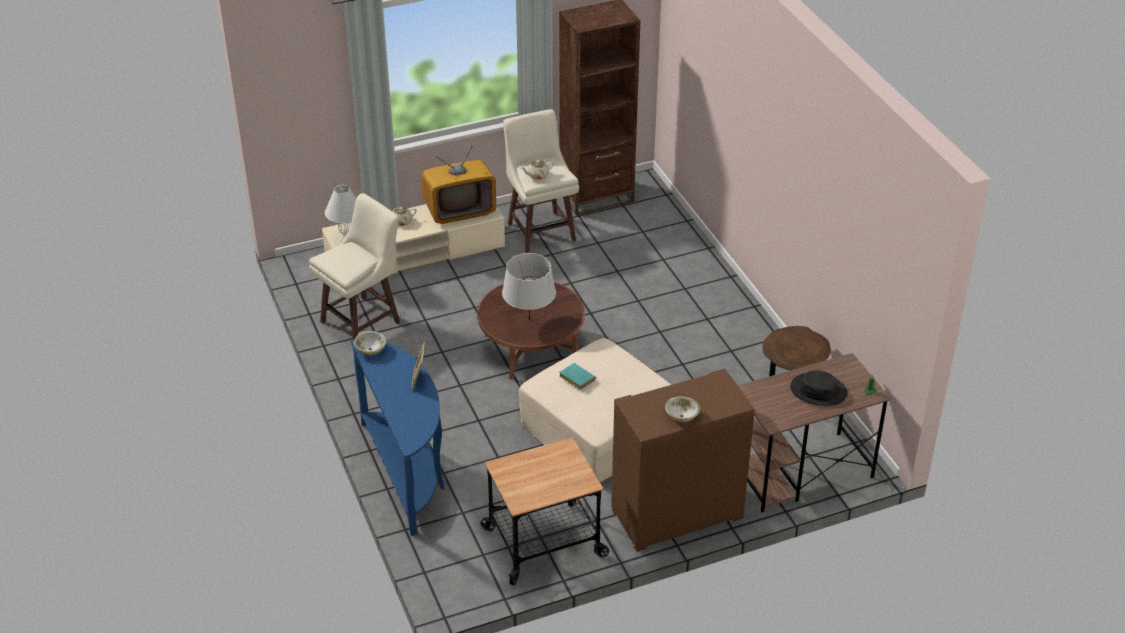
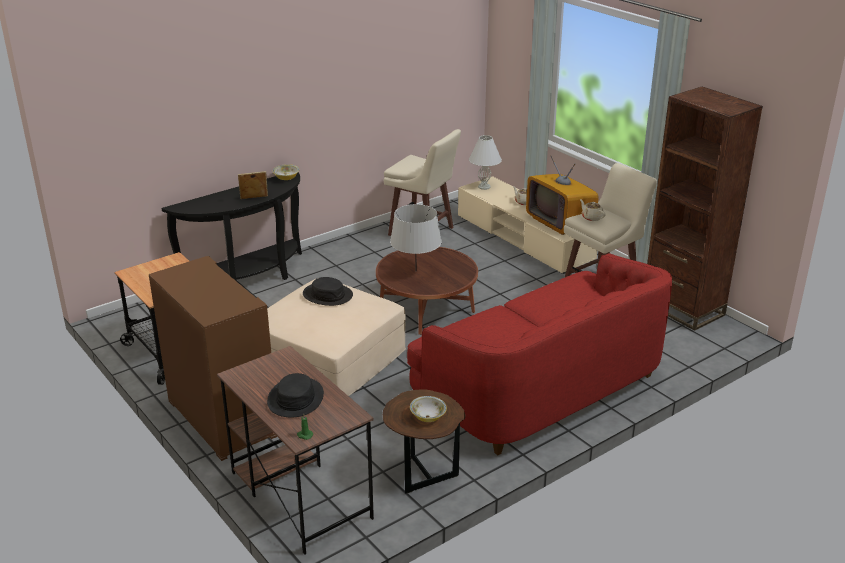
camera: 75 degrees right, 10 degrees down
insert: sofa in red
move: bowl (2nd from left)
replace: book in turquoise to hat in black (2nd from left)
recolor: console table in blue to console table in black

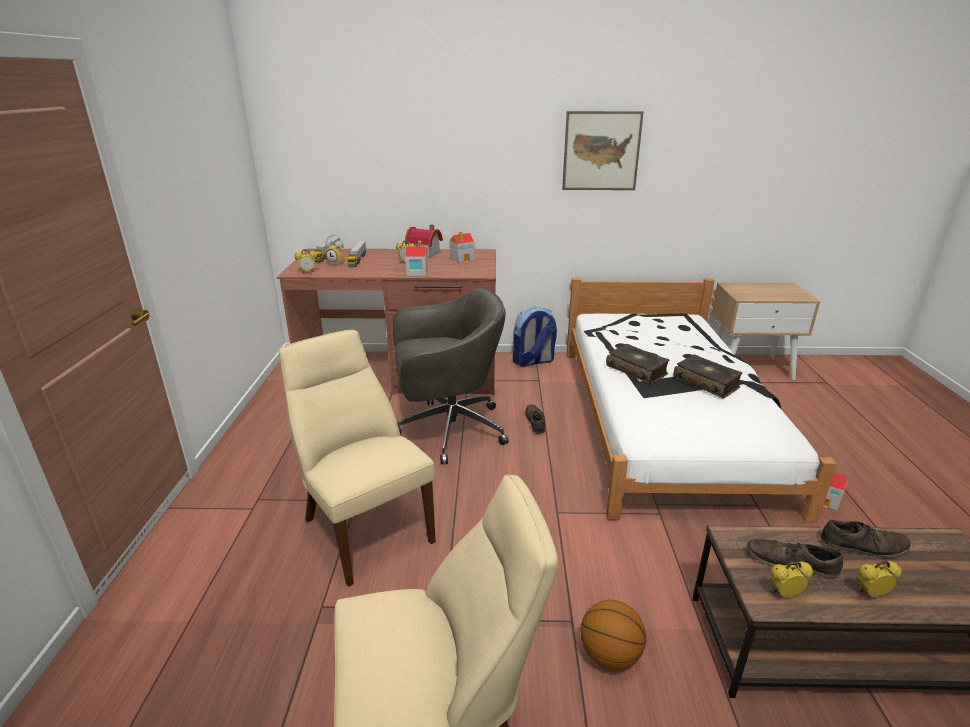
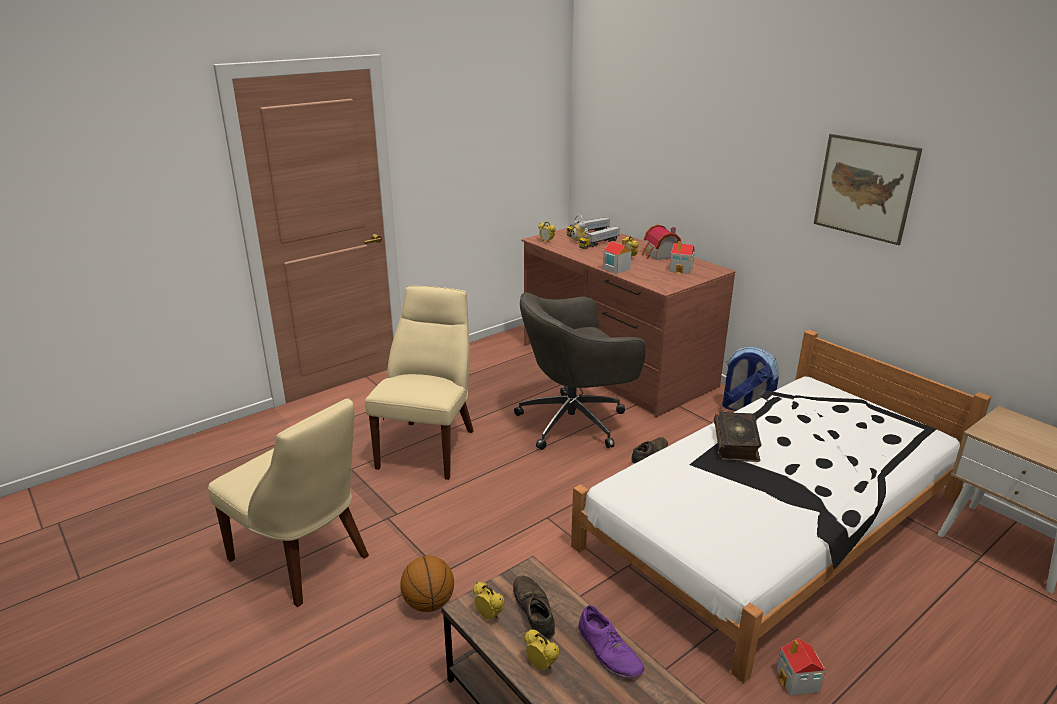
camera: 50 degrees right, 0 degrees up
delete: book (2nd from left)
recolor: shoe in brown (3rd from left) to shoe in purple
rotate: office chair in grey 120 degrees clockwise

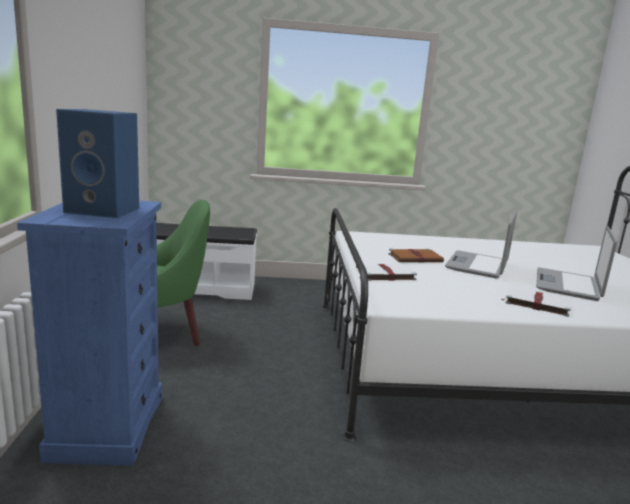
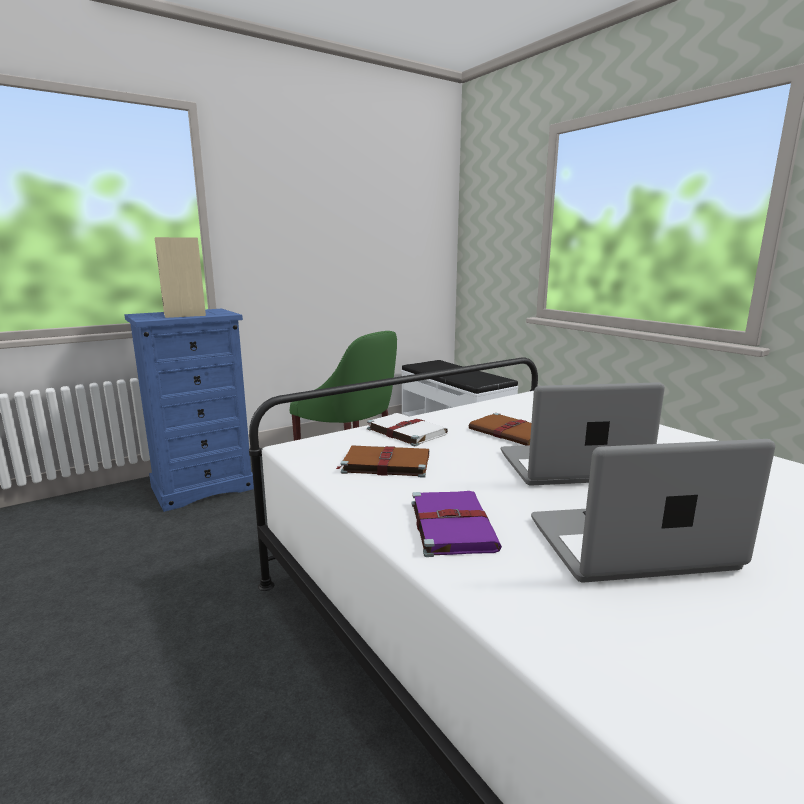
camera: 60 degrees right, 0 degrees up
insert: book in brown (1st from left)
recolor: speaker in blue to speaker in beige; book in white (2nd from left) to book in purple

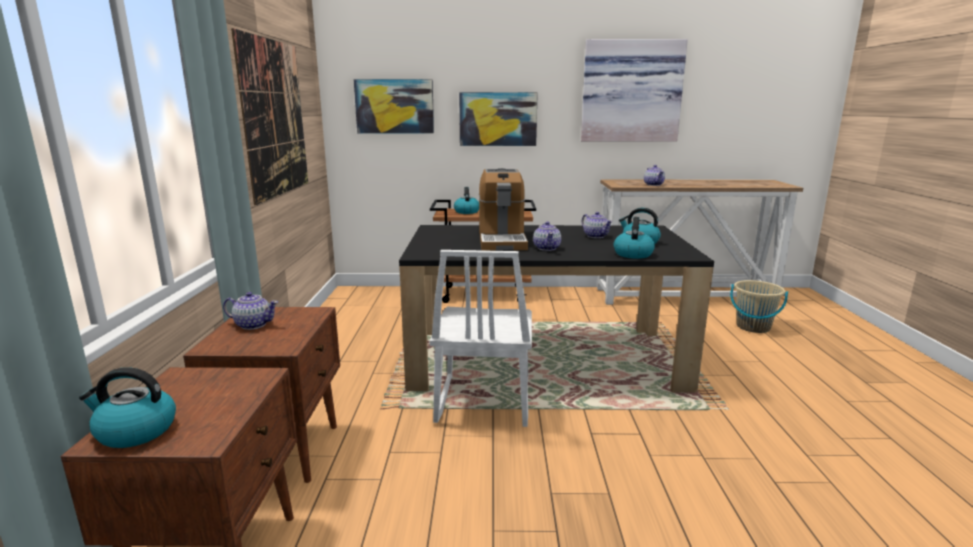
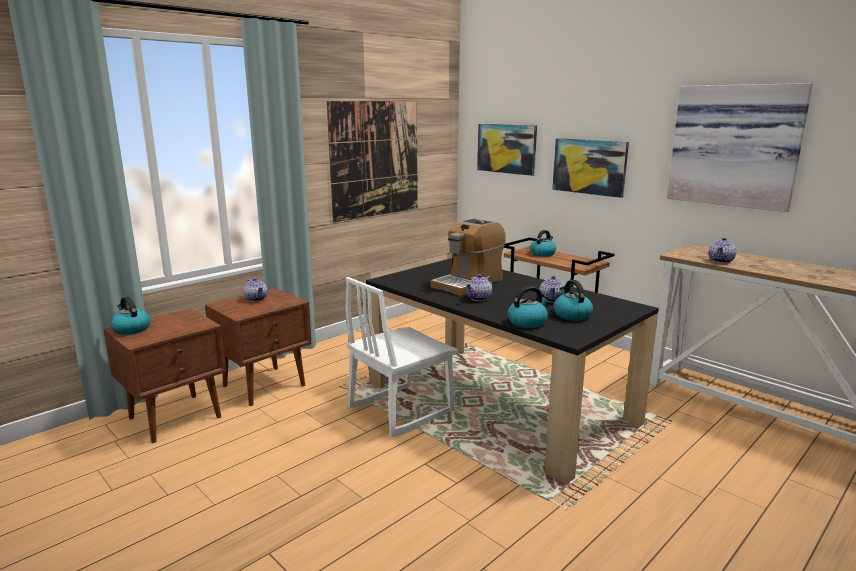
camera: 45 degrees right, 0 degrees up
delete: bucket in beige

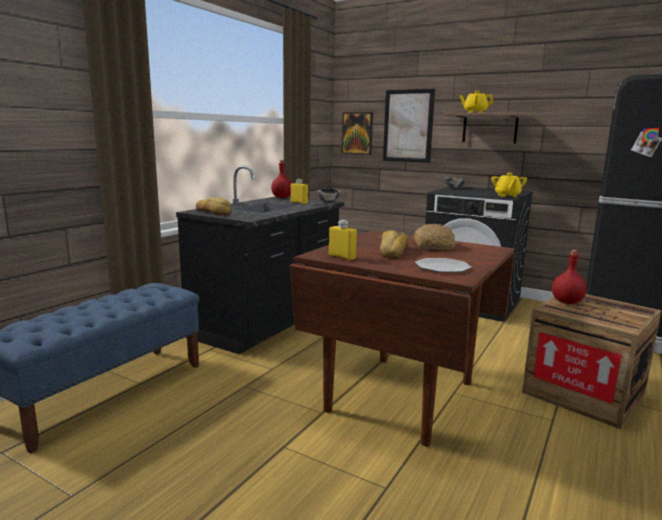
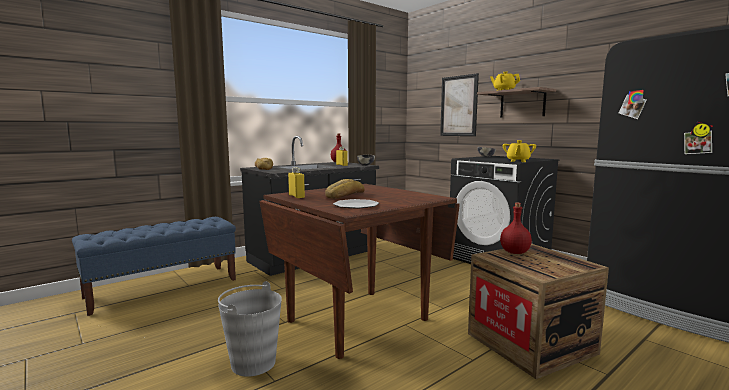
camera: 20 degrees right, 5 degrees down
delete: picture (1st from left); bread (3rd from left)
insert: bucket in grey

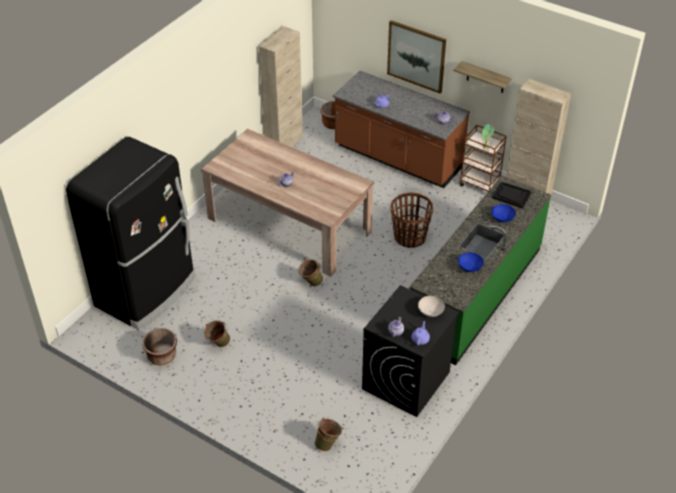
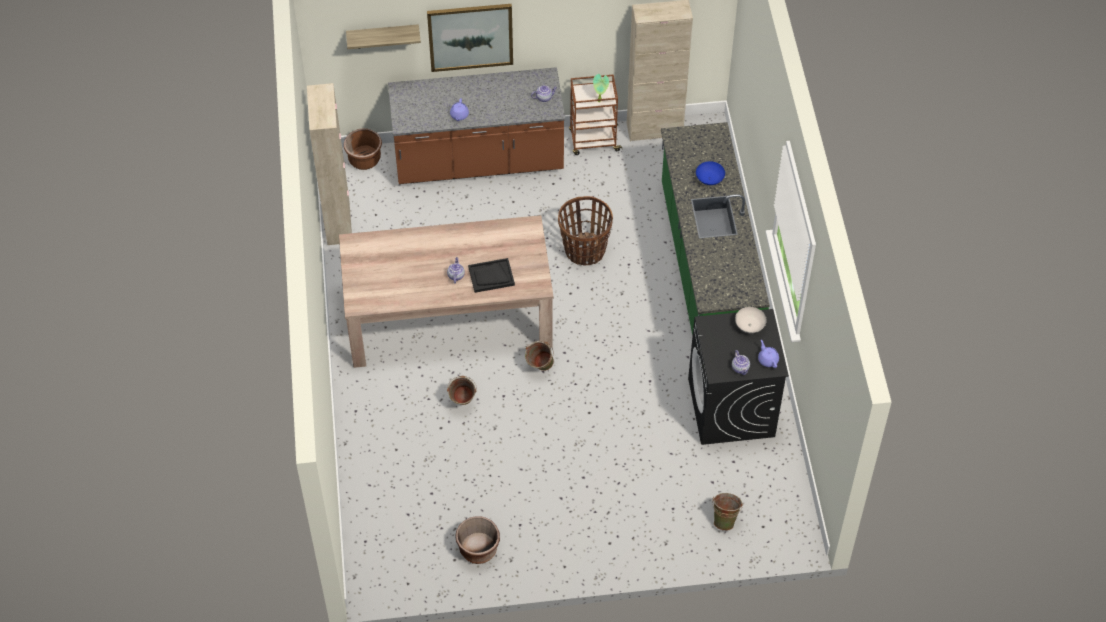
camera: 40 degrees left, 10 degrees up
delete: fridge in black; bowl in blue (1st from left)
move: bucket in green (1st from left); shelf; tray in black

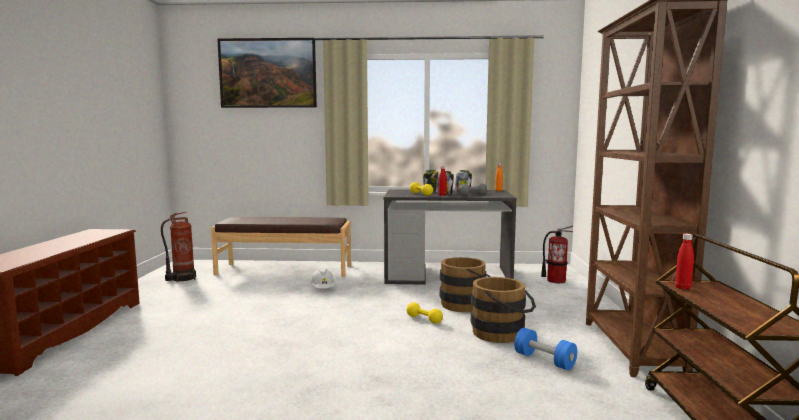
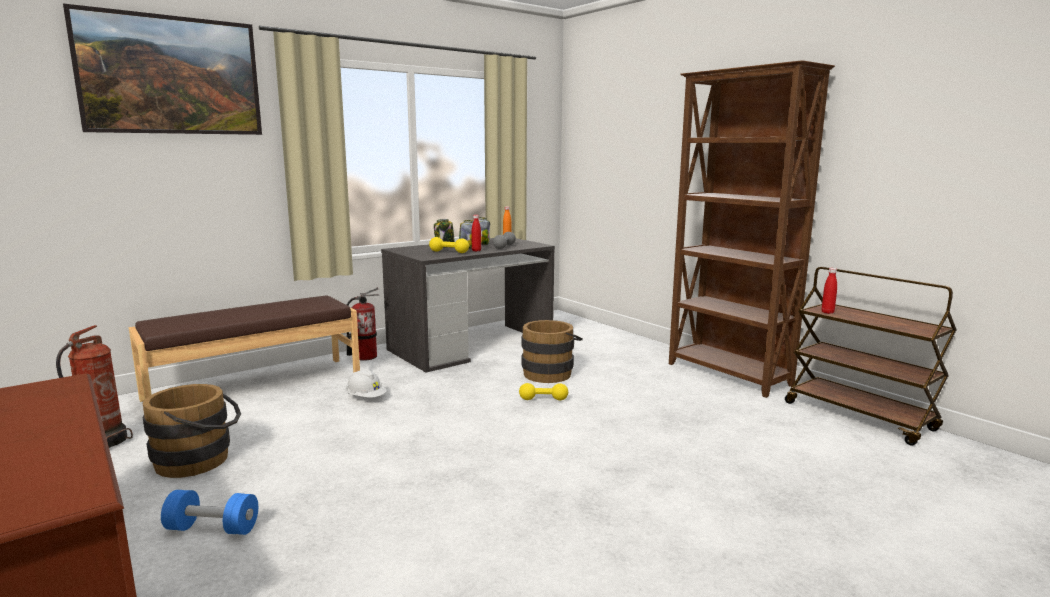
camera: 40 degrees left, 5 degrees up
move: bucket in brown (2nd from left in the first image) to bucket in brown (1st from left); dumbbell in blue; fire extinguisher (2nd from left)

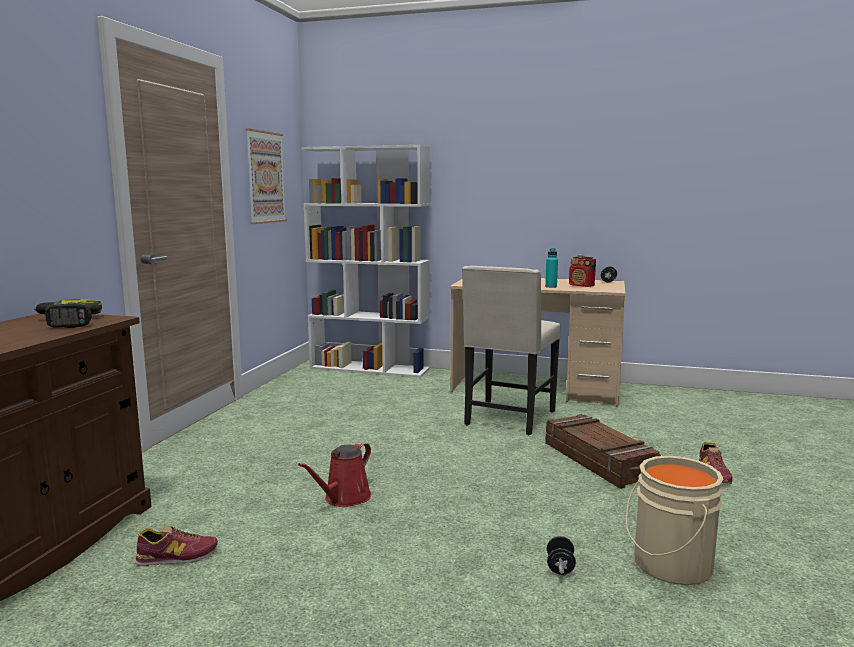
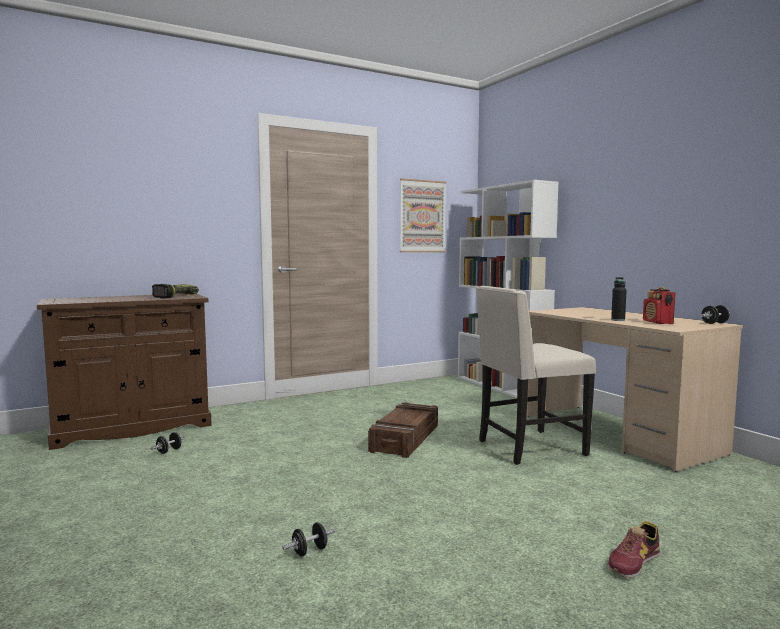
camera: 45 degrees right, 5 degrees down
delete: watering can in red; bucket in beige
move: crate
replace: shoe (1st from left) to dumbbell in black (1st from left)
recolor: bottle in turquoise to bottle in black

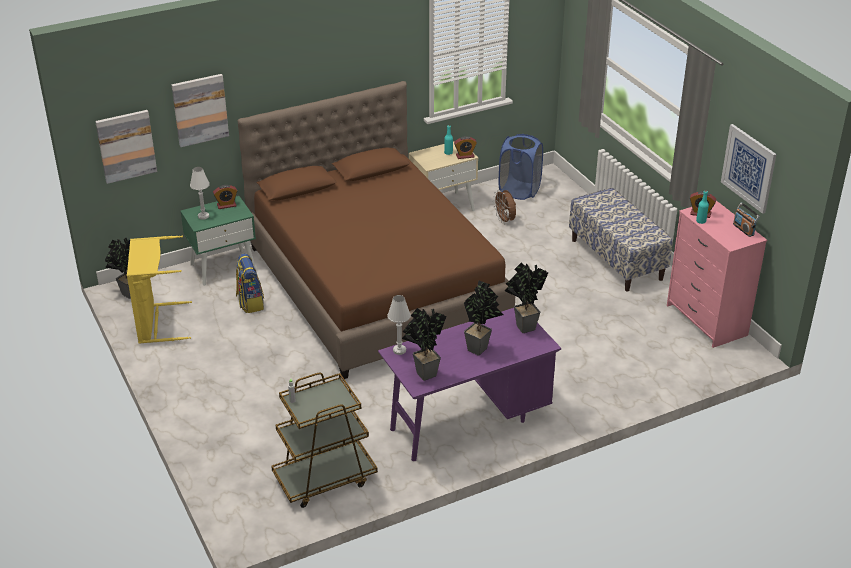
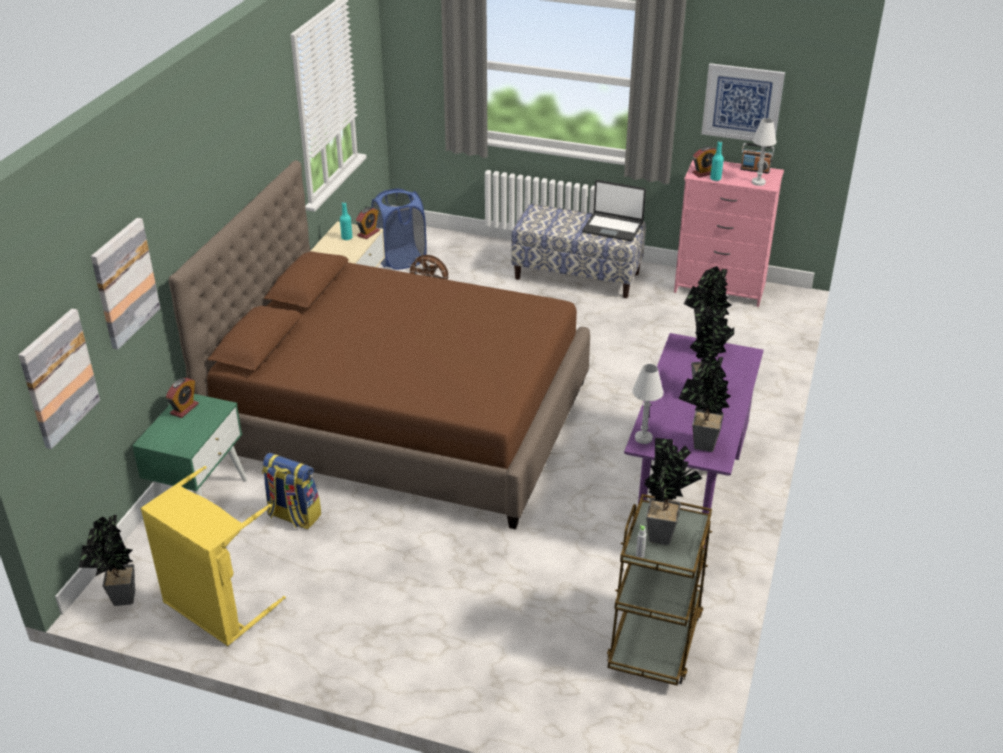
camera: 45 degrees left, 0 degrees up
insert: laptop; potted plant (2nd from left)
move: table lamp in white (1st from left in the first image) to table lamp in white (2nd from left)

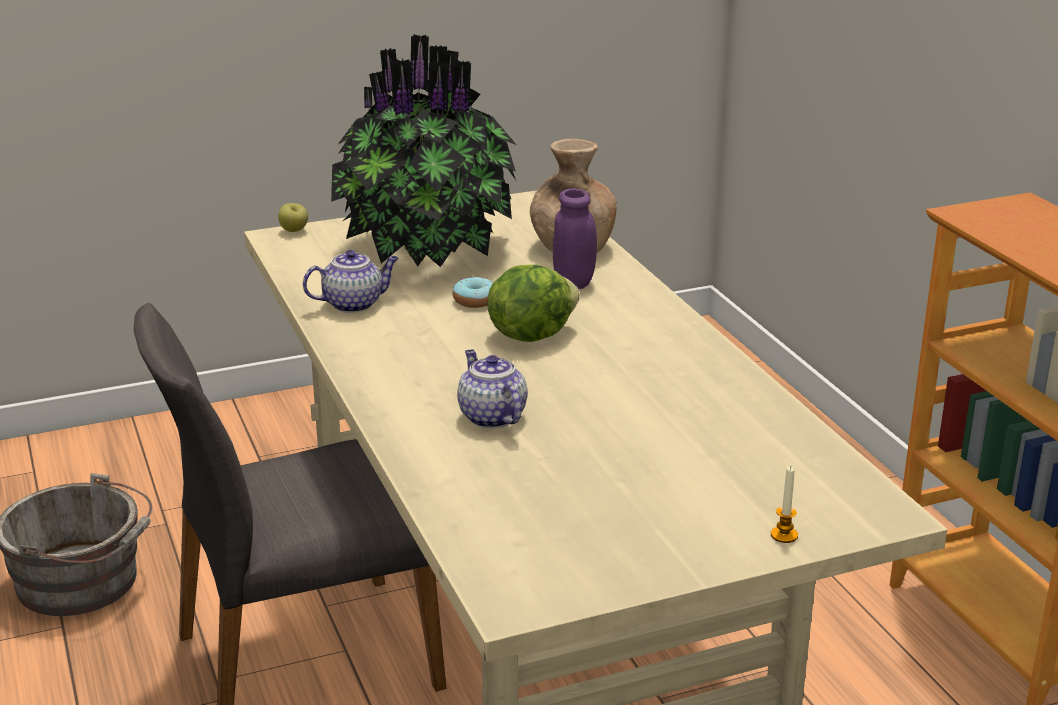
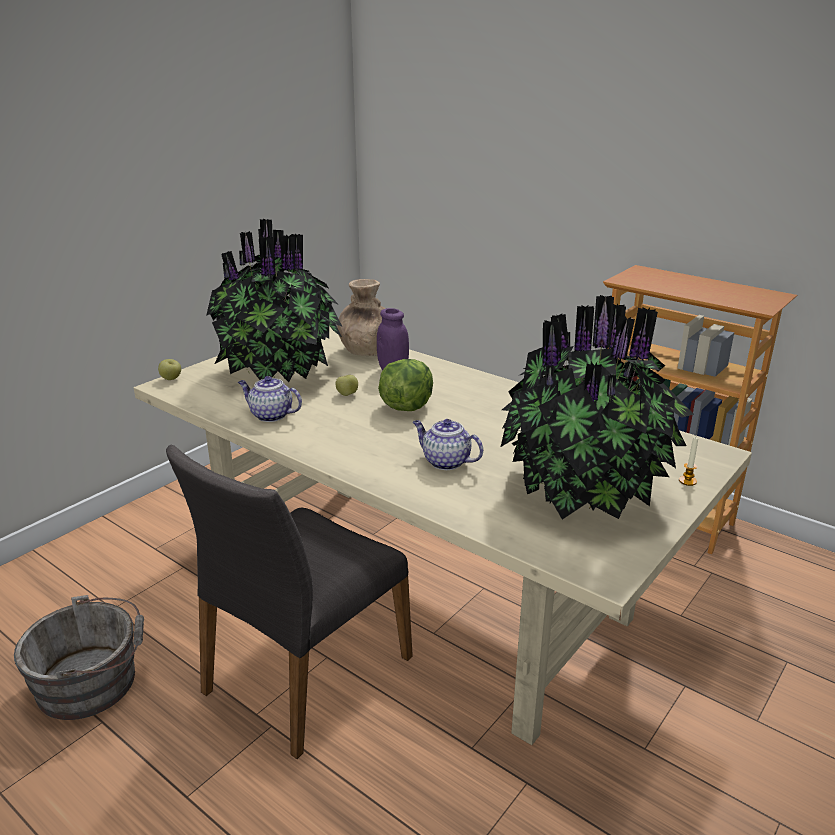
camera: 30 degrees left, 0 degrees up
insert: potted plant (2nd from left)
replace: donut to apple (2nd from left)
rotate: teapot (1st from left) 105 degrees counterclockwise

